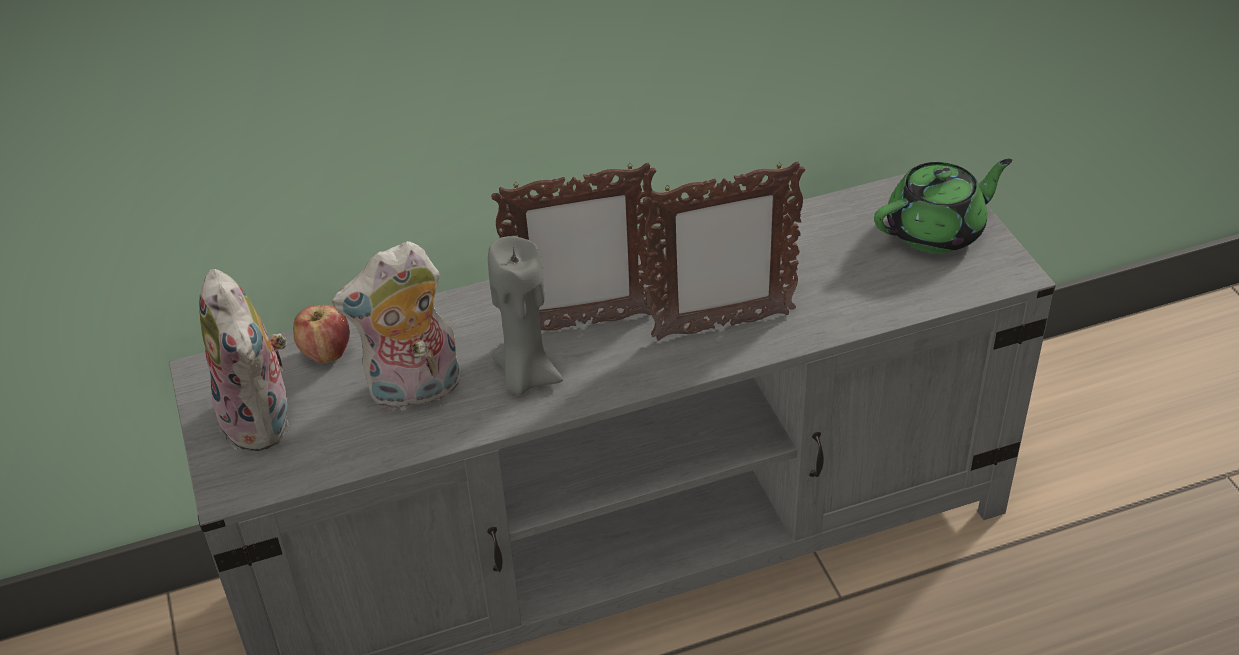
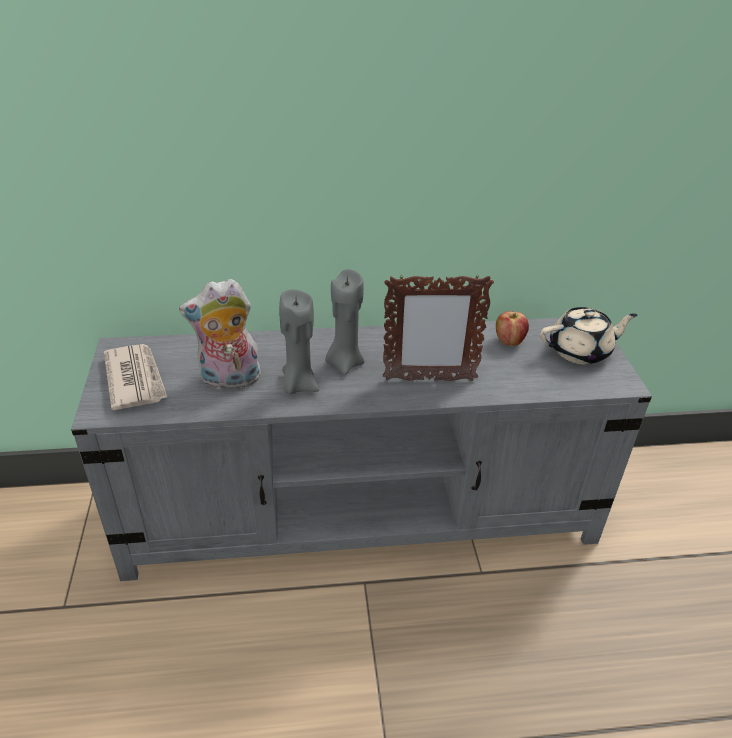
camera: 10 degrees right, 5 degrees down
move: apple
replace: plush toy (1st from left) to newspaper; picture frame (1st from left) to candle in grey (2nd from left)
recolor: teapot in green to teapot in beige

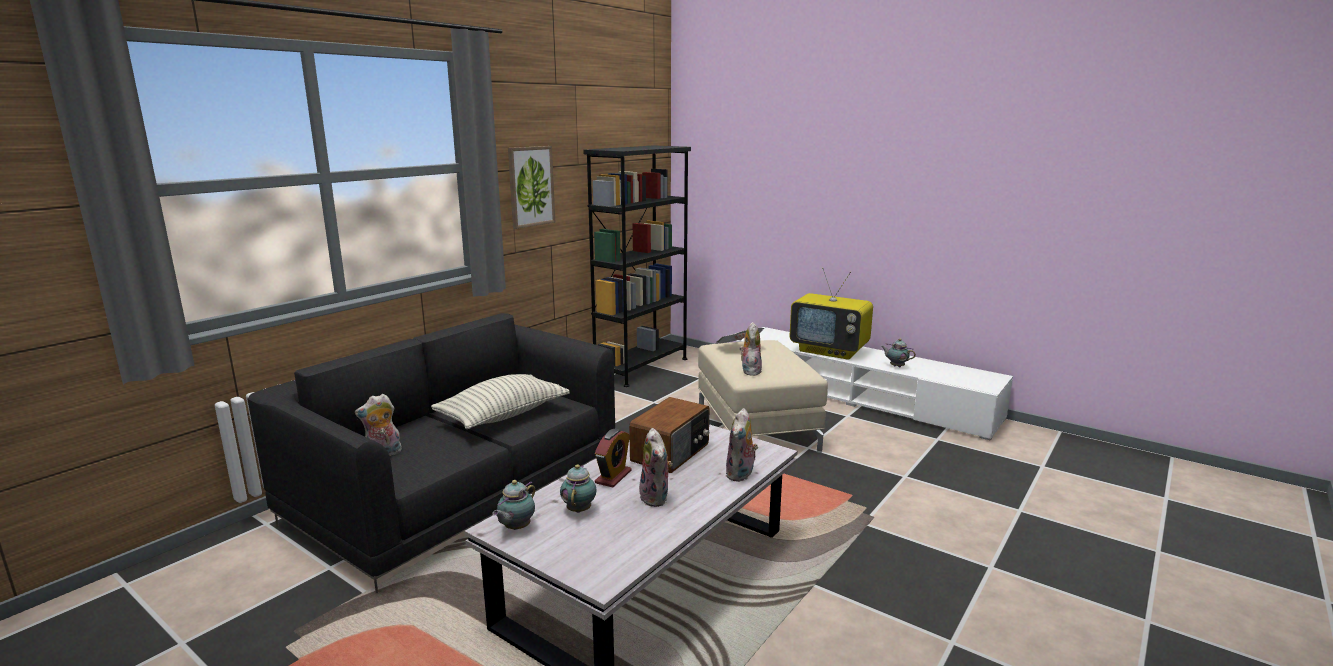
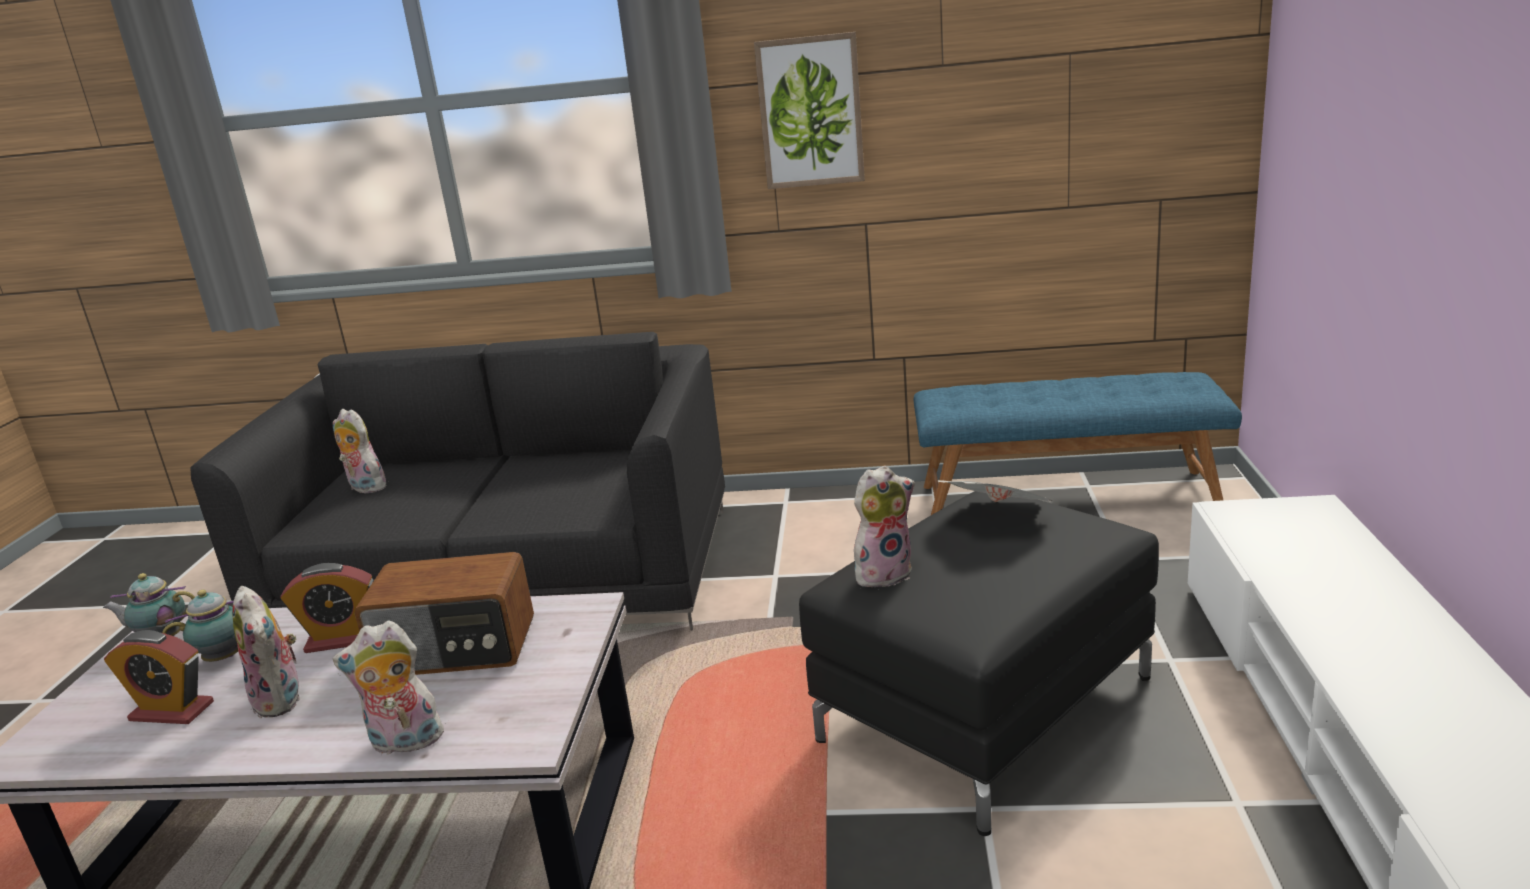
camera: 60 degrees right, 5 degrees up
delete: pillow; television; teapot (3rd from left)
insert: alarm clock (1st from left)
replace: bookcase in black to bench in blue
recolor: ottoman in beige to ottoman in black
rotate: plush toy (2nd from left in the first image) 75 degrees counterclockwise

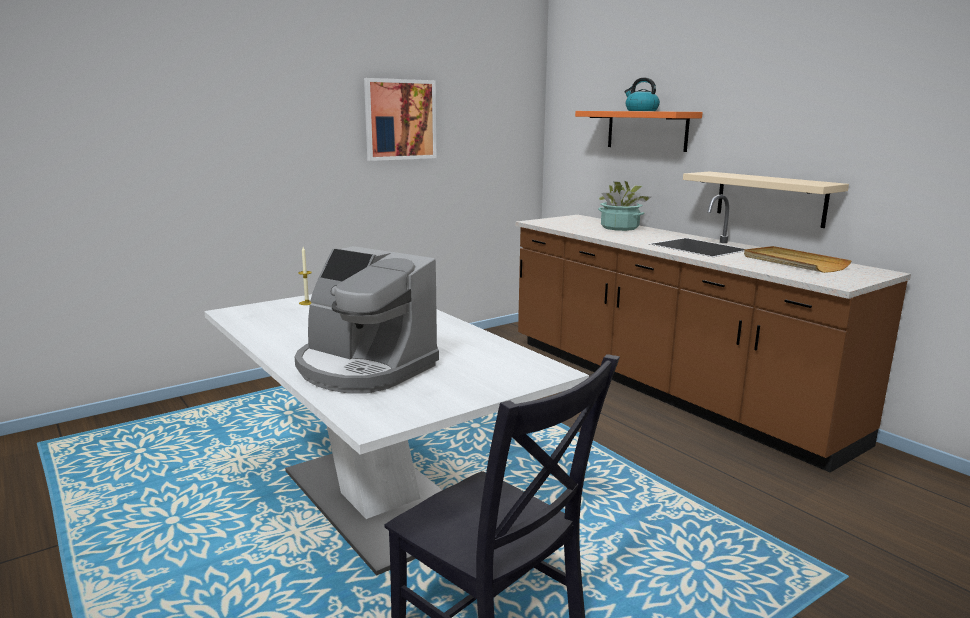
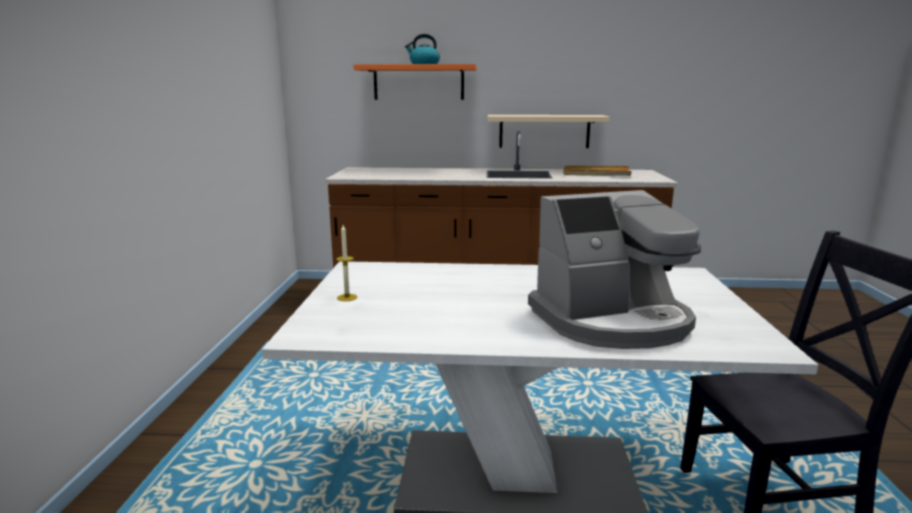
camera: 50 degrees left, 0 degrees up
delete: picture; potted plant

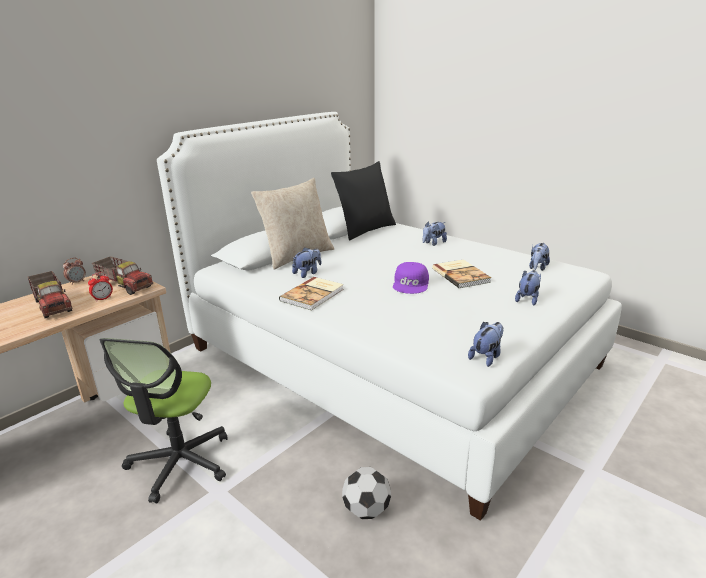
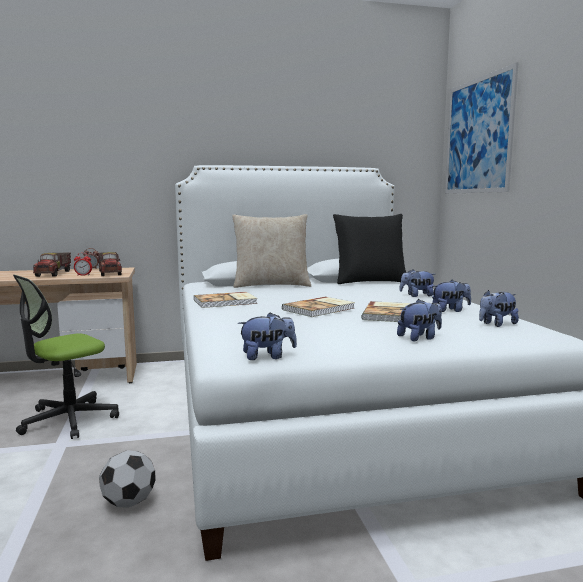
camera: 35 degrees right, 15 degrees down
insert: picture
move: plush toy (1st from left in the first image) to plush toy (4th from left)
replace: cap in purple to book (2nd from left)

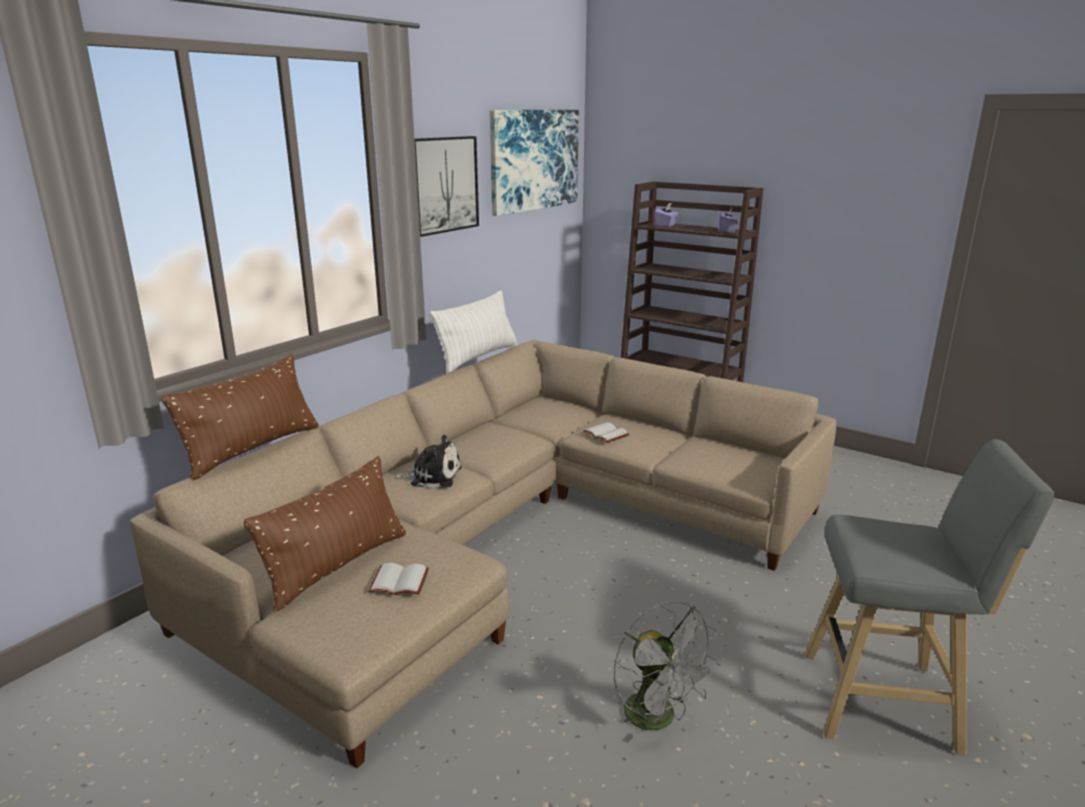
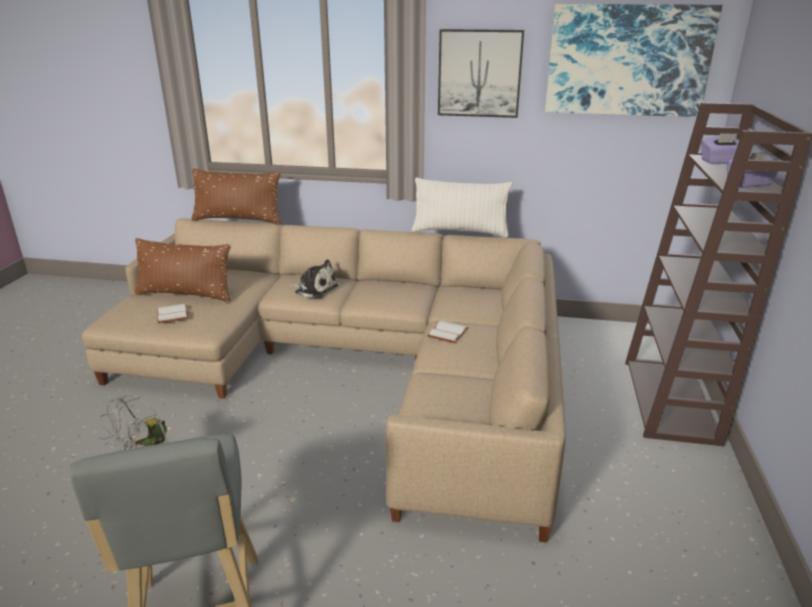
camera: 65 degrees right, 5 degrees up
rotate: plush toy 45 degrees counterclockwise

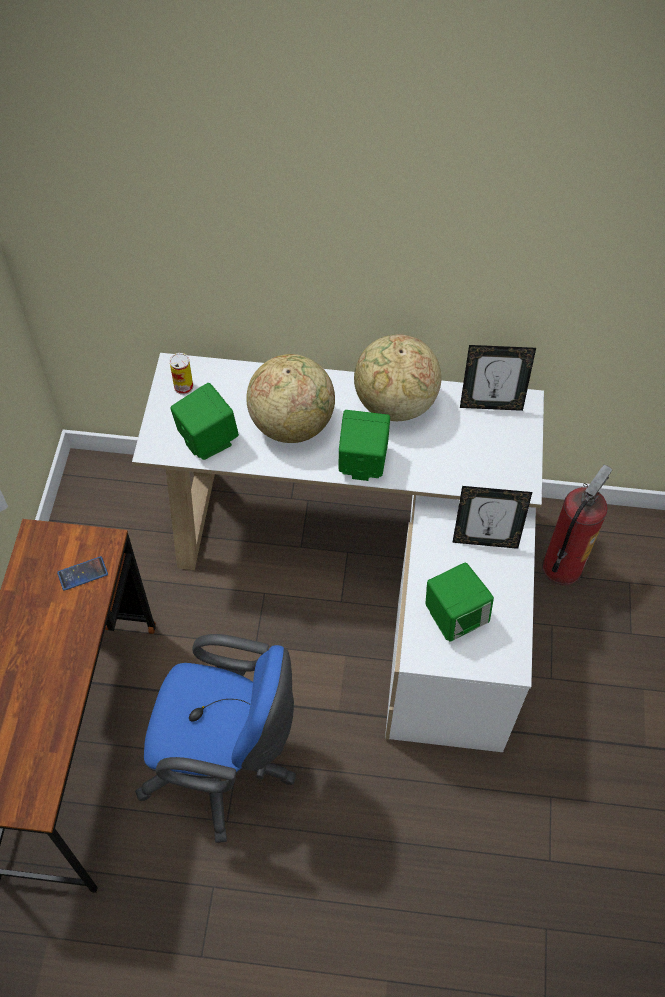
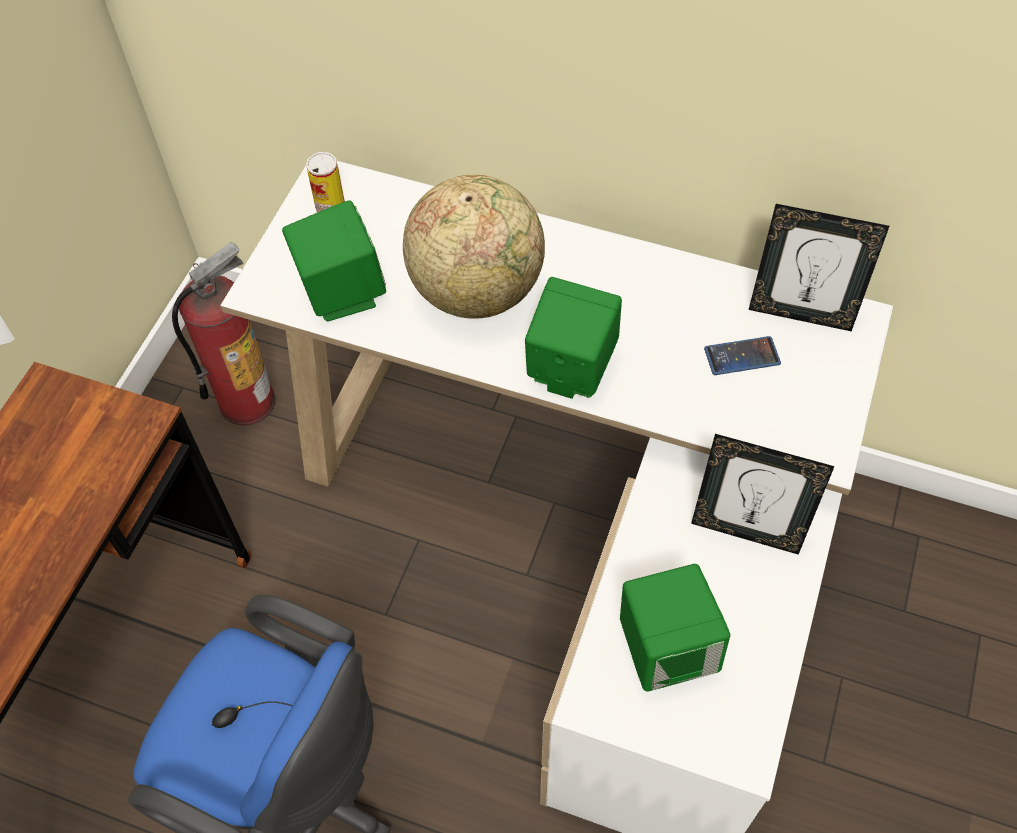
camera: 15 degrees right, 0 degrees up
delete: globe (2nd from left)
move: phone; fire extinguisher

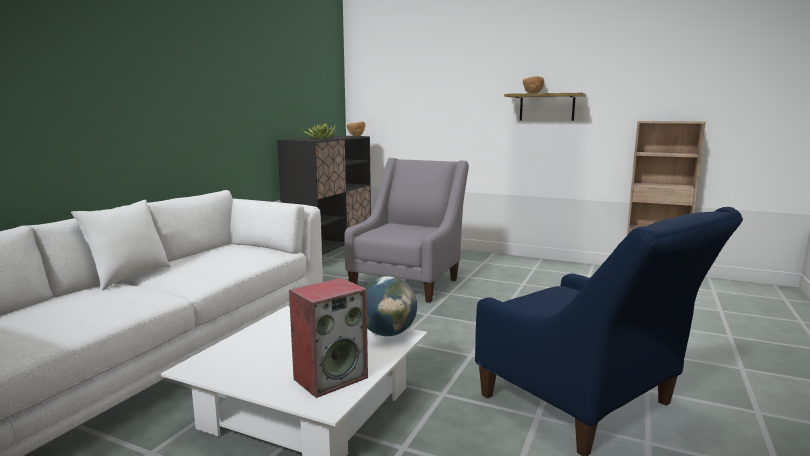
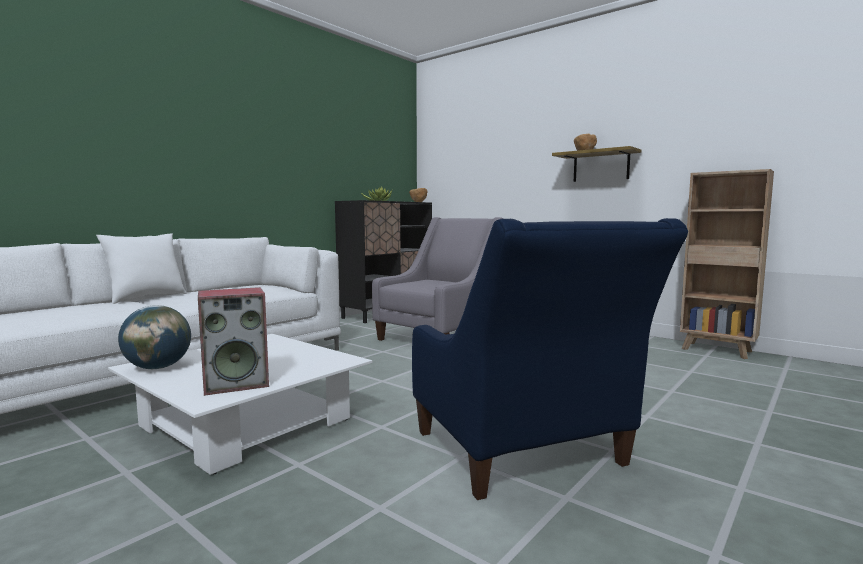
camera: 15 degrees right, 5 degrees down
move: globe

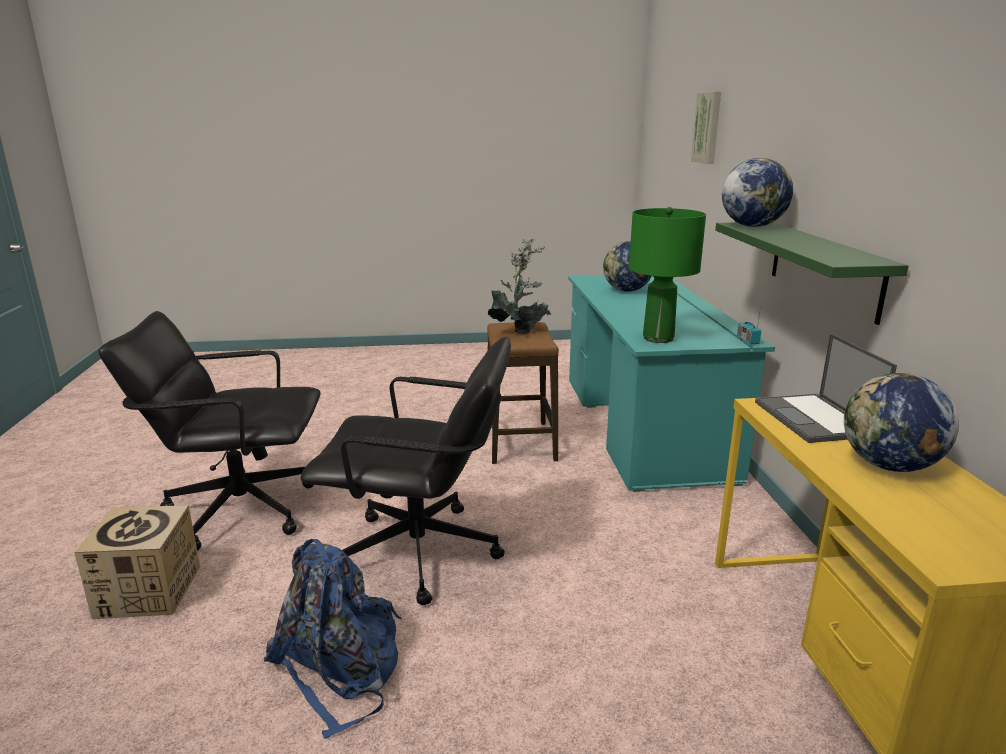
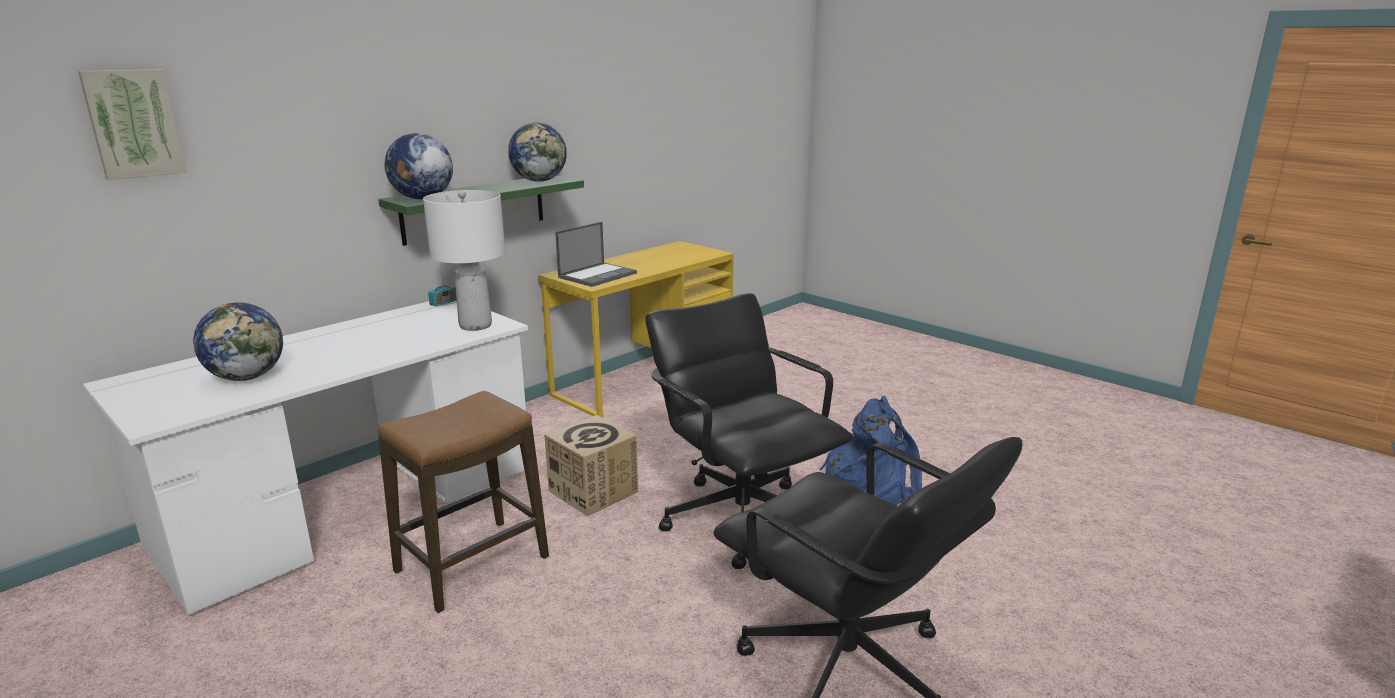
camera: 130 degrees left, 0 degrees up
delete: potted plant
move: cardboard box; globe (3rd from left)
recolor: desk in turquoise to desk in white; table lamp in green to table lamp in white

